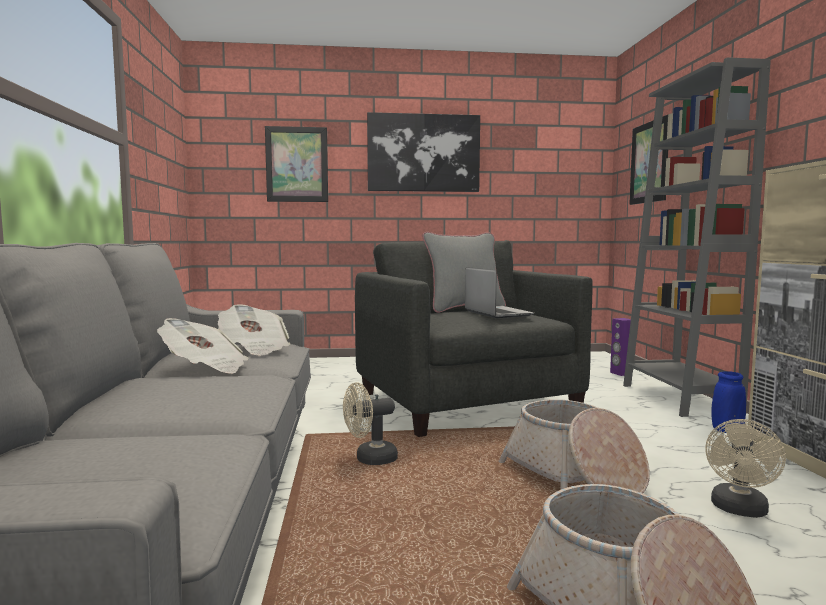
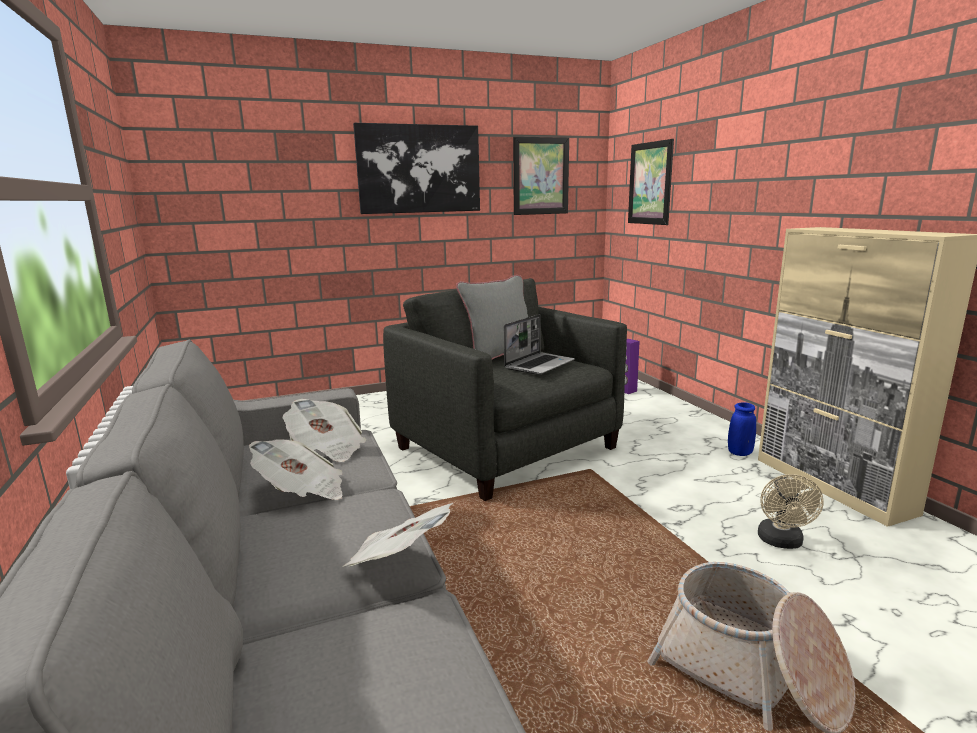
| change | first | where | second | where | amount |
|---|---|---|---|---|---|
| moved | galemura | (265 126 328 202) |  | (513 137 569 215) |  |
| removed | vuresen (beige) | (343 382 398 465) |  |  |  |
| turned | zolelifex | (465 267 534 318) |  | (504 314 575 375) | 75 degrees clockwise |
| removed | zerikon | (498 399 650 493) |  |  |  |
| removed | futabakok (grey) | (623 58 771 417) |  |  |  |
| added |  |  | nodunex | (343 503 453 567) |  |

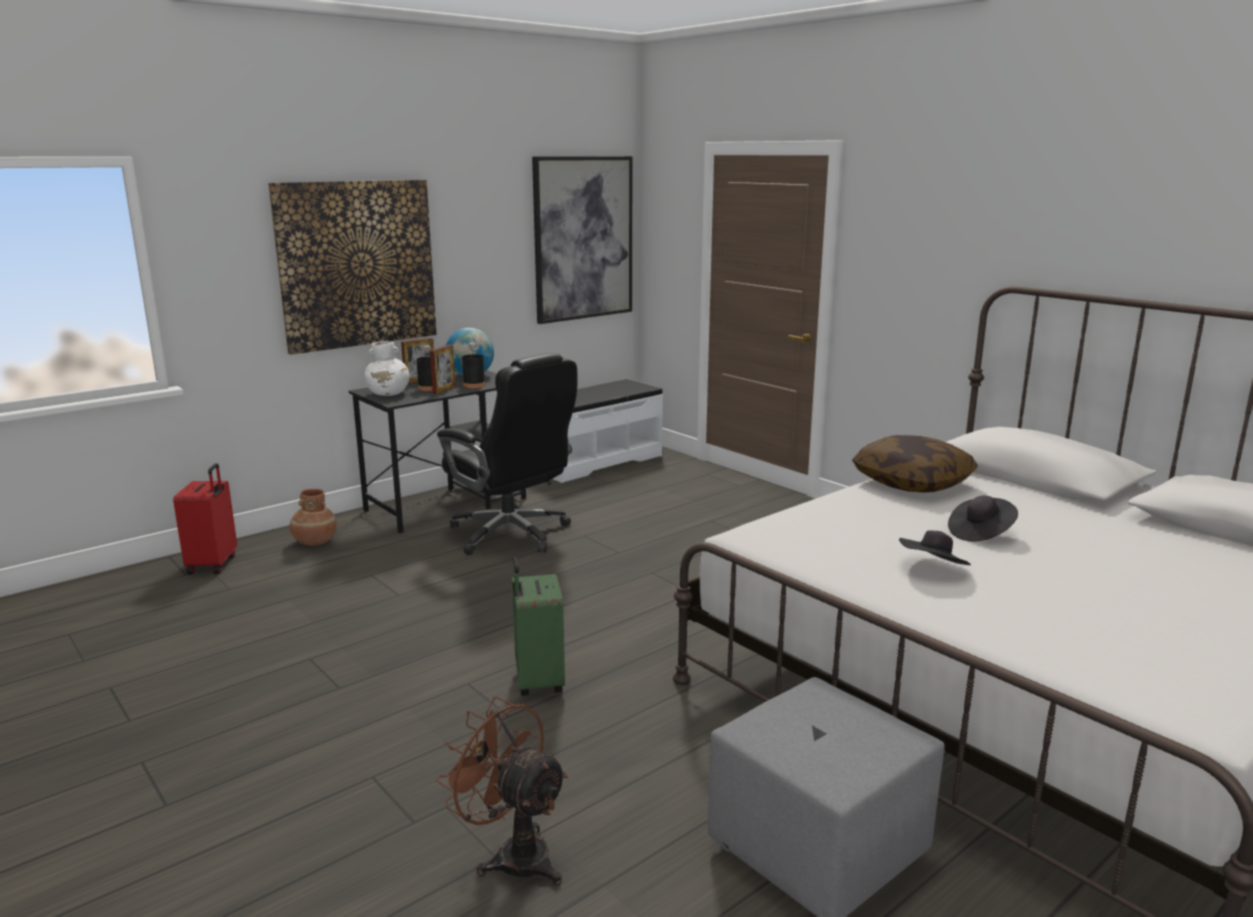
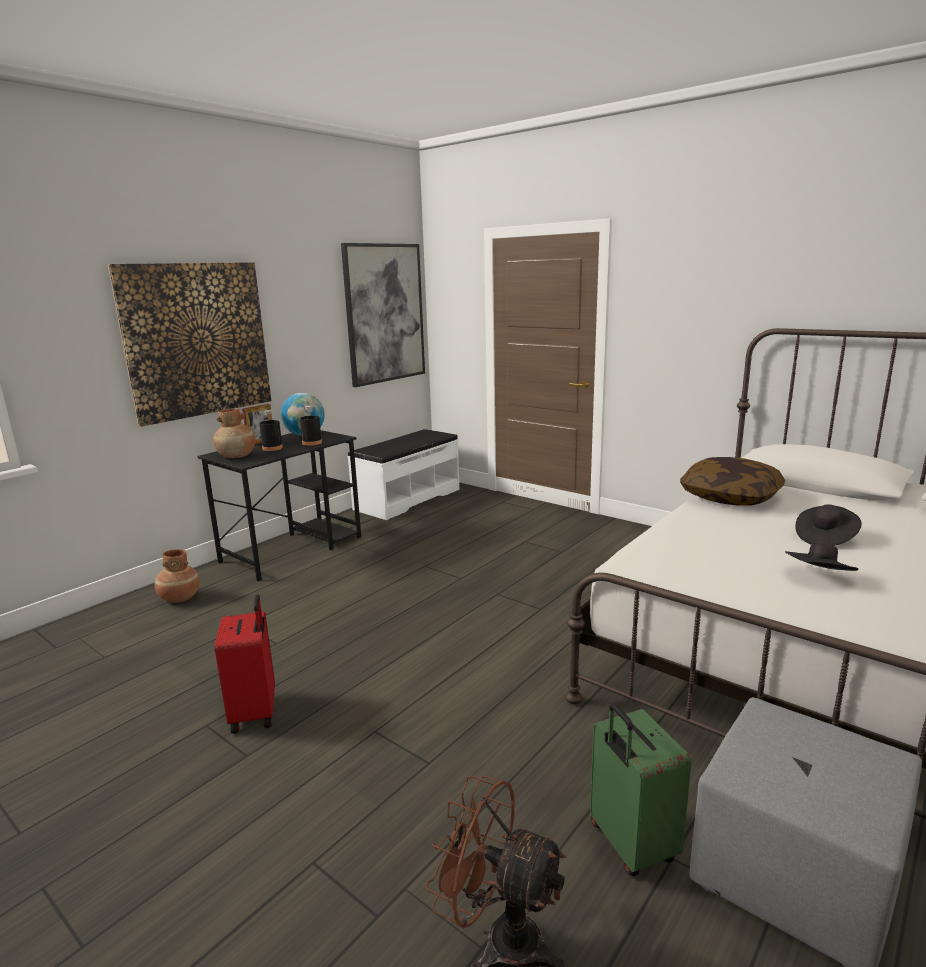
| change | first | where | second | where | amount |
|---|---|---|---|---|---|
| moved | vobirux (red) | (173 463 237 575) |  | (215 594 275 734) |  |
| recoloured | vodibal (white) | (364 341 410 396) | vodibal (brown) | (213 408 256 458) |  |
| removed | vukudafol | (430 345 456 394) |  |  |  |
| removed | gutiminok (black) | (437 353 578 555) |  |  |  |
| moved | vobirux (green) | (512 557 565 696) |  | (590 703 692 876) |  |

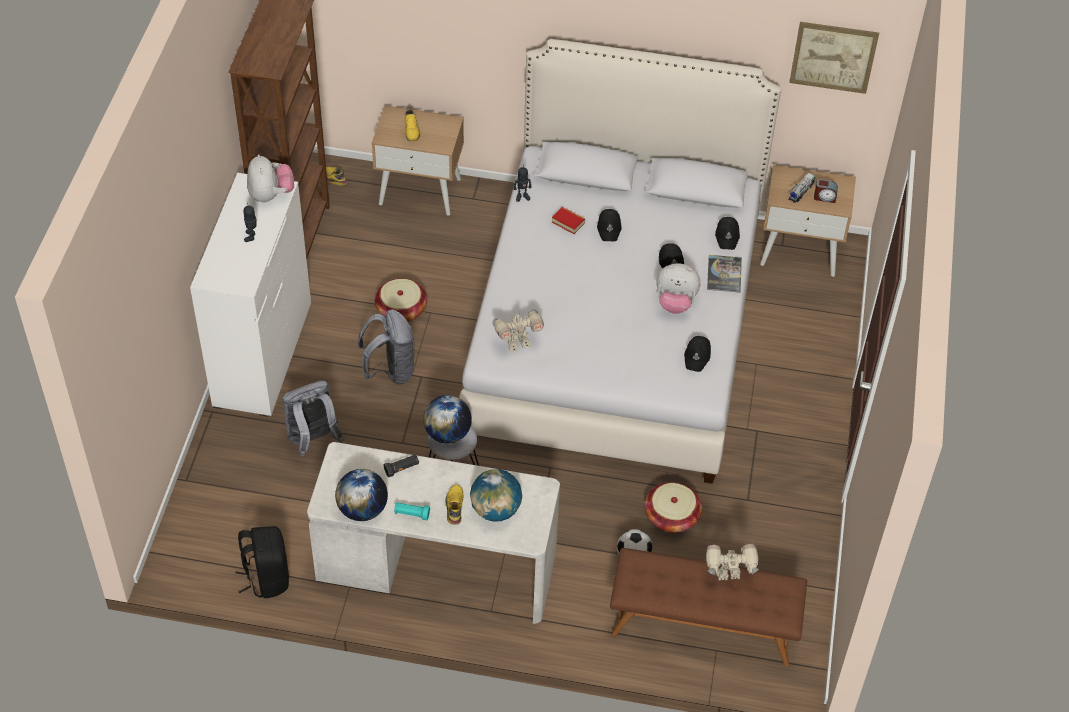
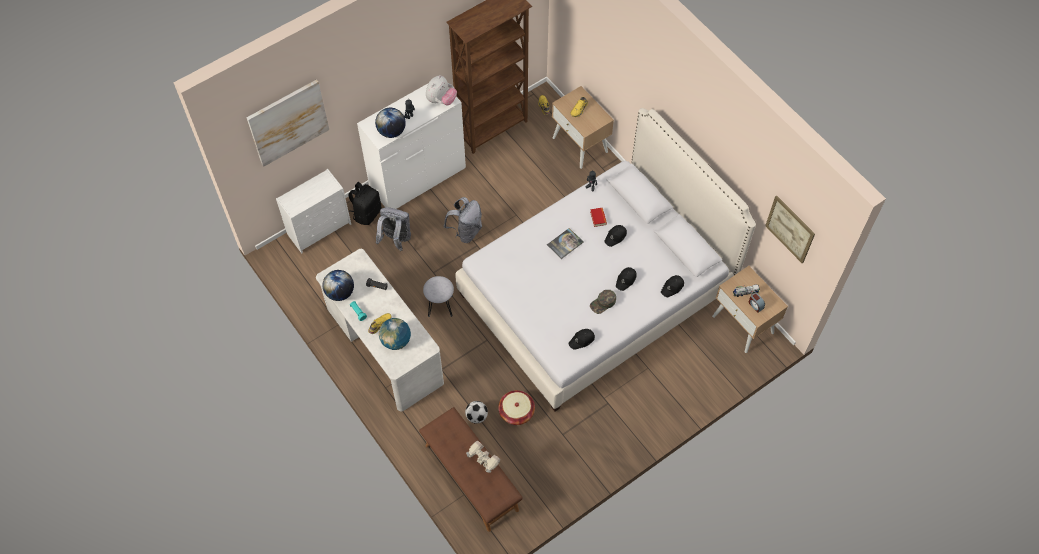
| change | first | where | second | where | amount |
|---|---|---|---|---|---|
| moved | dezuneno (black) | (236 526 289 598) |  | (349 182 381 225) |  |
| removed | zerikon | (375 278 427 322) |  |  |  |
| moved | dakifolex | (423 395 472 444) |  | (375 108 406 138) |  |
| removed | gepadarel | (492 309 544 352) |  |  |  |
| replaced | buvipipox | (656 263 700 314) | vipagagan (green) | (590 290 616 314) |  |
| moved | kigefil | (707 255 742 293) |  | (547 228 584 259) |  |
| added |  |  | galemura | (247 79 329 167) |  |
| added |  |  | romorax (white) | (276 169 351 254) |  |

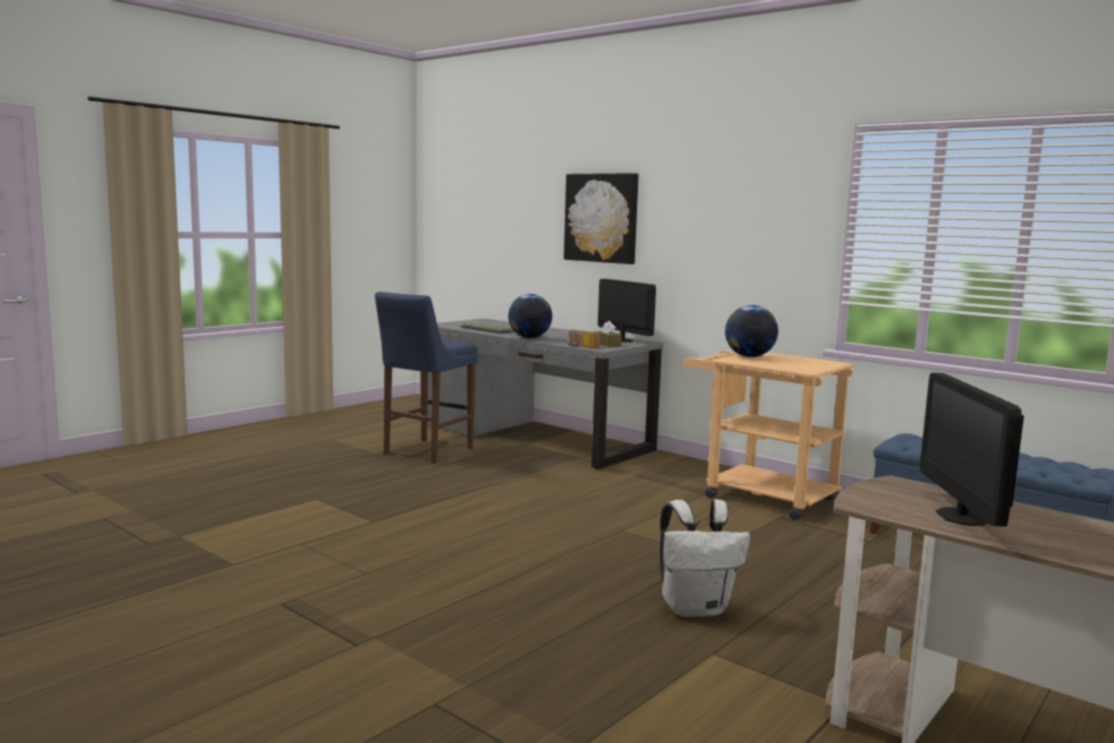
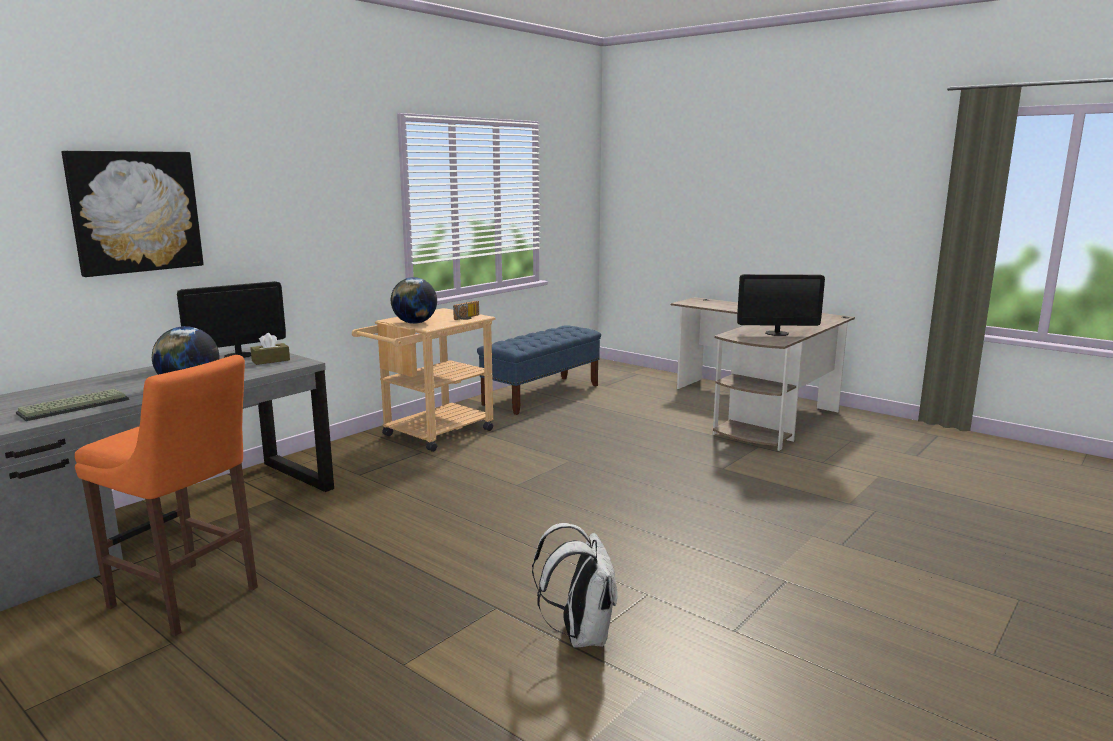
| change | first | where | second | where | amount |
|---|---|---|---|---|---|
| recoloured | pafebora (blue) | (375 292 478 464) | pafebora (orange) | (75 355 258 636) |  |
| moved | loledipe | (566 330 600 349) |  | (453 301 479 320) |  |
| moved | dezuneno (white) | (660 499 750 617) |  | (532 523 617 647) |  |

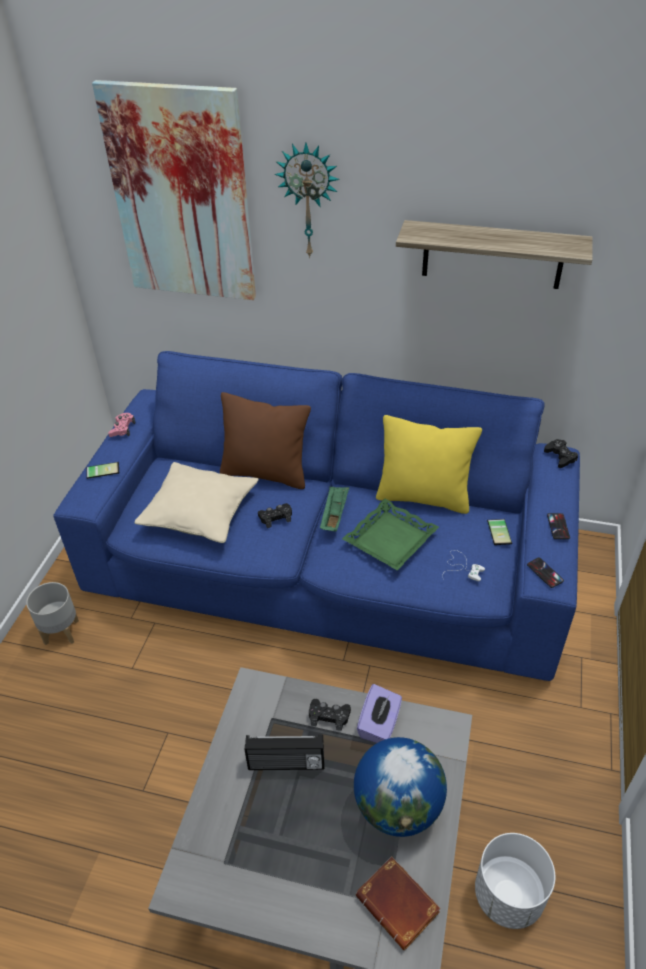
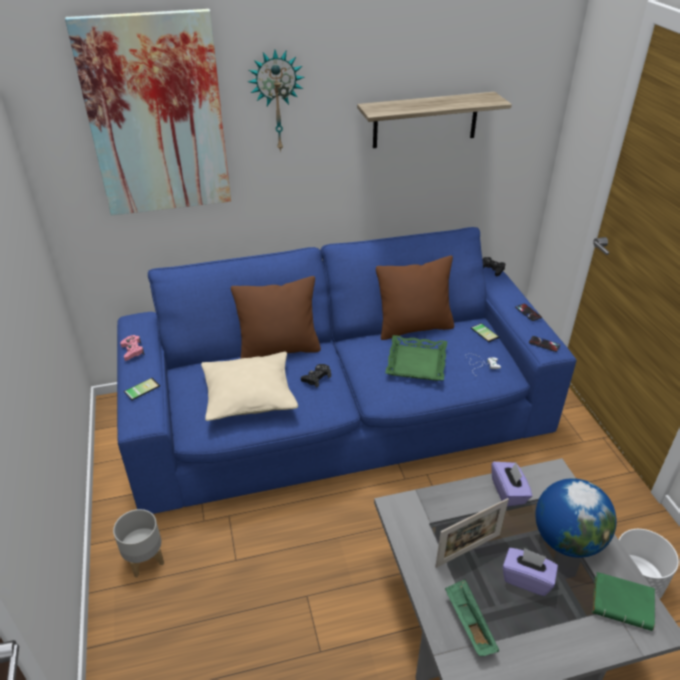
| change | first | where | second | where | amount |
|---|---|---|---|---|---|
| replaced | loledipe | (245 734 324 770) | vukudafol | (435 498 509 568) |  |
| removed | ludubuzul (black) | (309 699 351 731) |  |  |  |
| moved | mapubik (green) | (320 486 349 532) |  | (445 579 499 656) |  |
| recoloured | kigefil (brown) | (356 856 441 950) | kigefil (green) | (592 572 655 631) |  |
| recoloured | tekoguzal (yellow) | (376 415 482 514) | tekoguzal (brown) | (376 256 454 340) |  |
| added |  |  | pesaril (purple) | (502 548 558 596) |  |

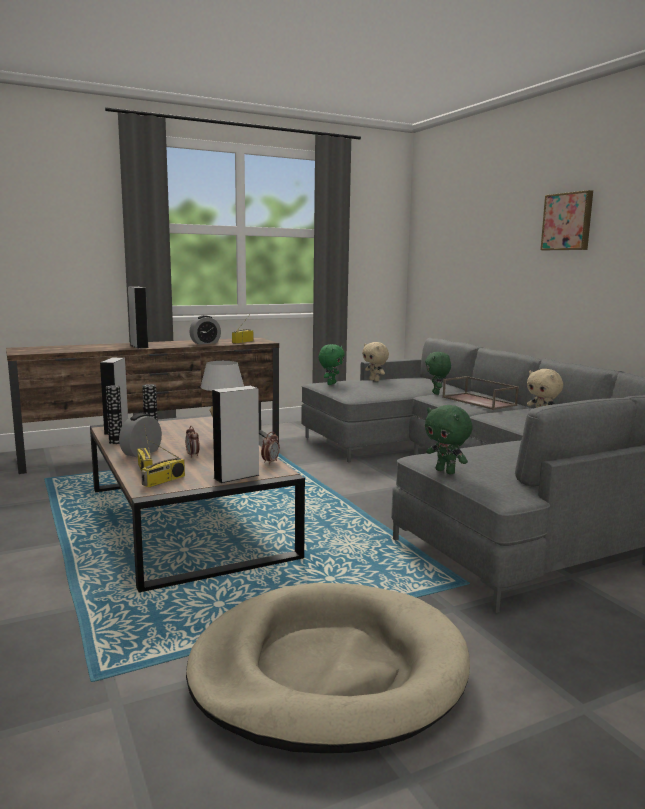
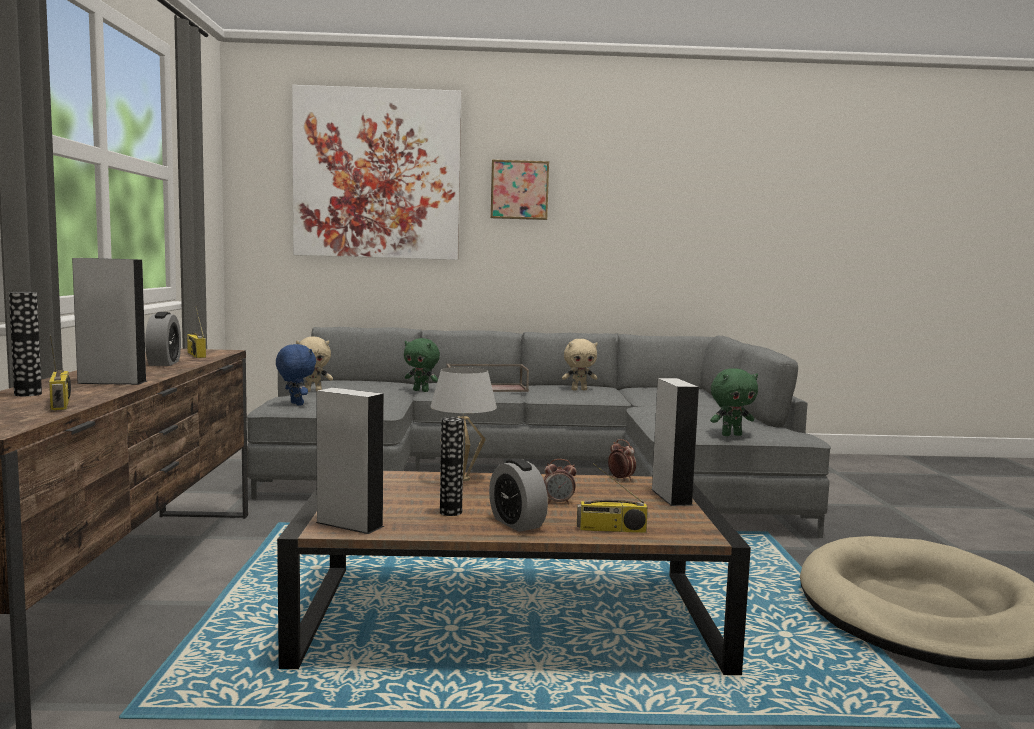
| change | first | where | second | where | amount |
|---|---|---|---|---|---|
| moved | vodibal | (106 385 122 444) |  | (9 292 42 396) |  |
| moved | loledipe | (141 439 185 488) |  | (49 335 71 410) |  |
| recoloured | buvipipox (green) | (318 344 345 385) | buvipipox (blue) | (276 344 316 406) |  |
| added |  |  | galemura | (292 85 462 260) |  |

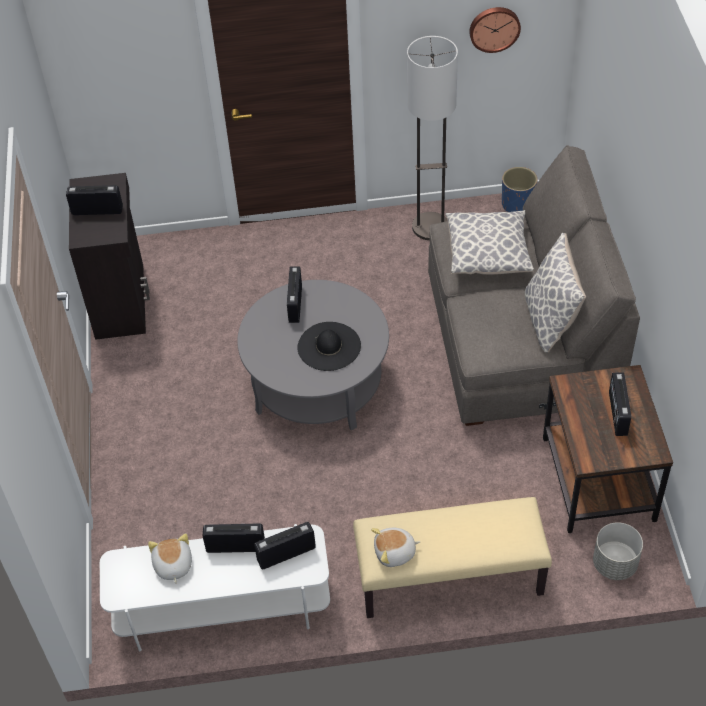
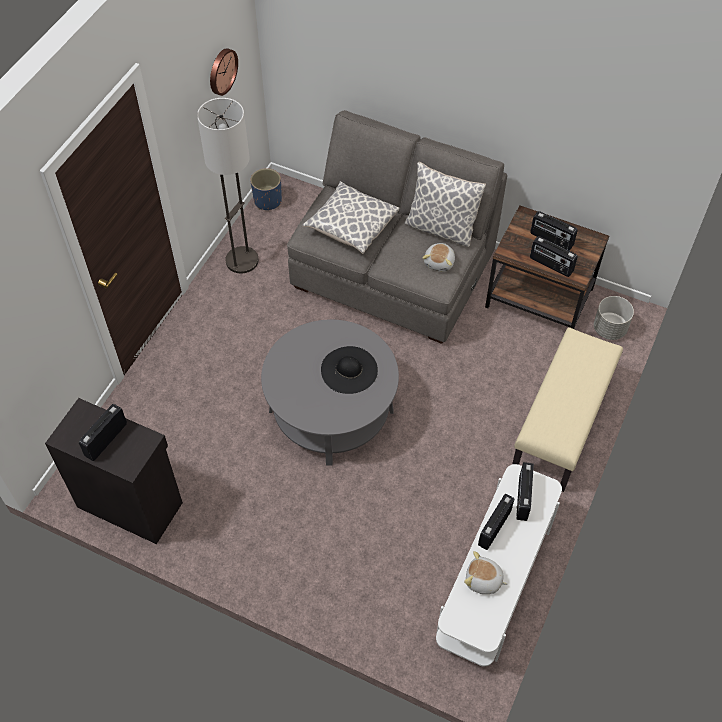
| change | first | where | second | where | amount |
|---|---|---|---|---|---|
| moved | loledipe | (287 267 302 323) |  | (530 236 578 277) |  |
| moved | buvipipox | (371 528 420 567) |  | (422 243 455 272) |  |

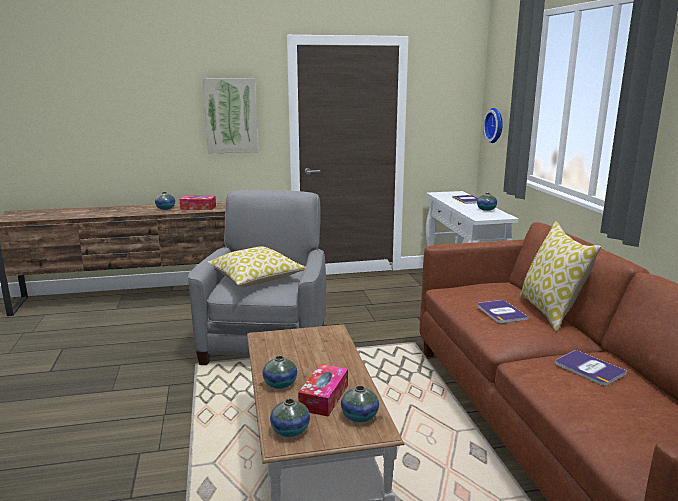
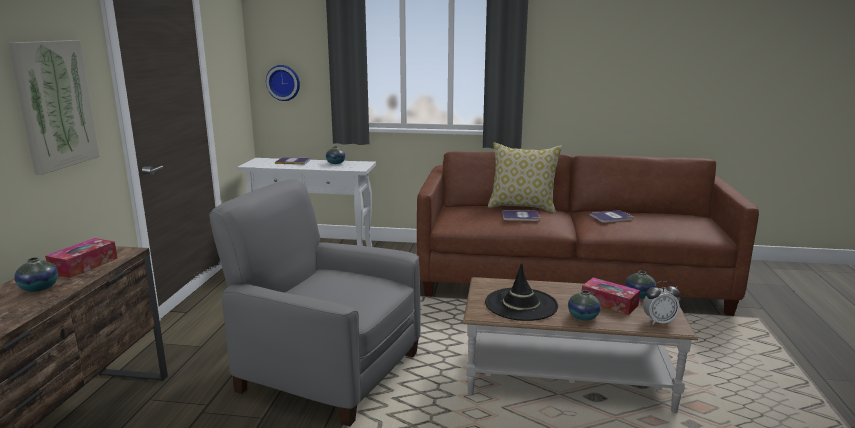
| change | first | where | second | where | amount |
|---|---|---|---|---|---|
| removed | tekoguzal | (208 246 306 287) |  |  |  |
| replaced | vodibal | (270 399 310 437) | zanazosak | (643 281 680 325) |  |
| added |  |  | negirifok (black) | (485 263 558 321) |  |

